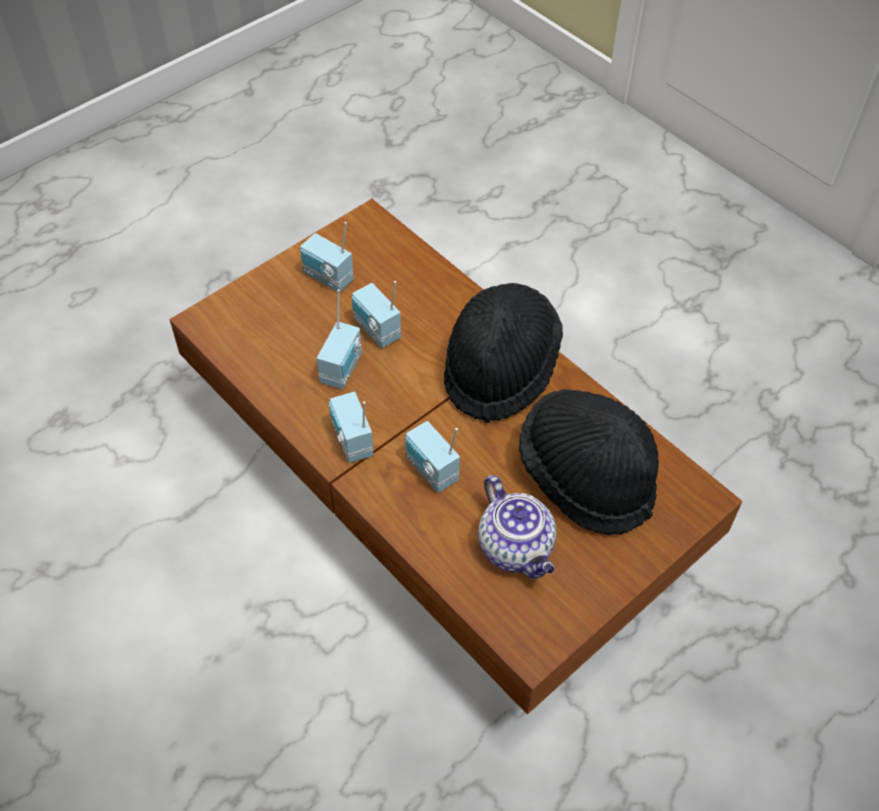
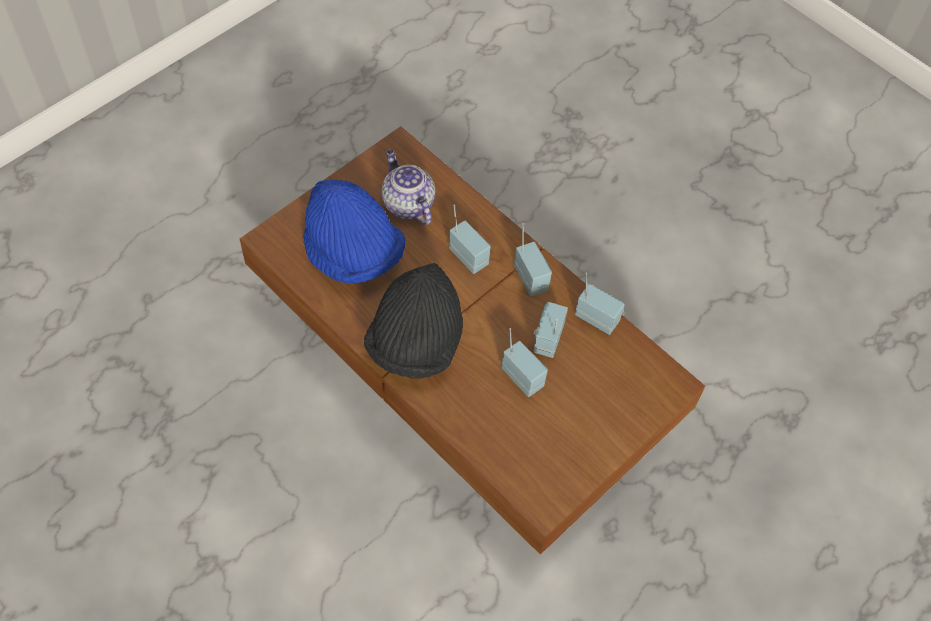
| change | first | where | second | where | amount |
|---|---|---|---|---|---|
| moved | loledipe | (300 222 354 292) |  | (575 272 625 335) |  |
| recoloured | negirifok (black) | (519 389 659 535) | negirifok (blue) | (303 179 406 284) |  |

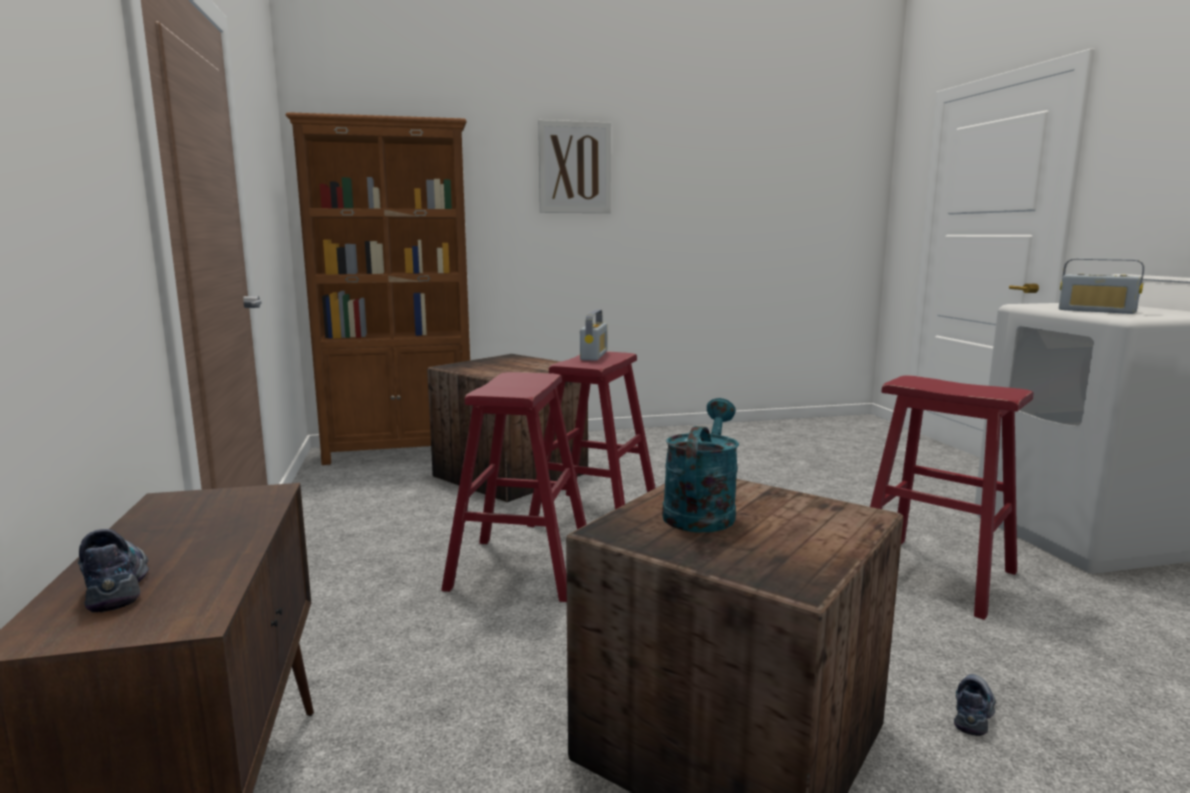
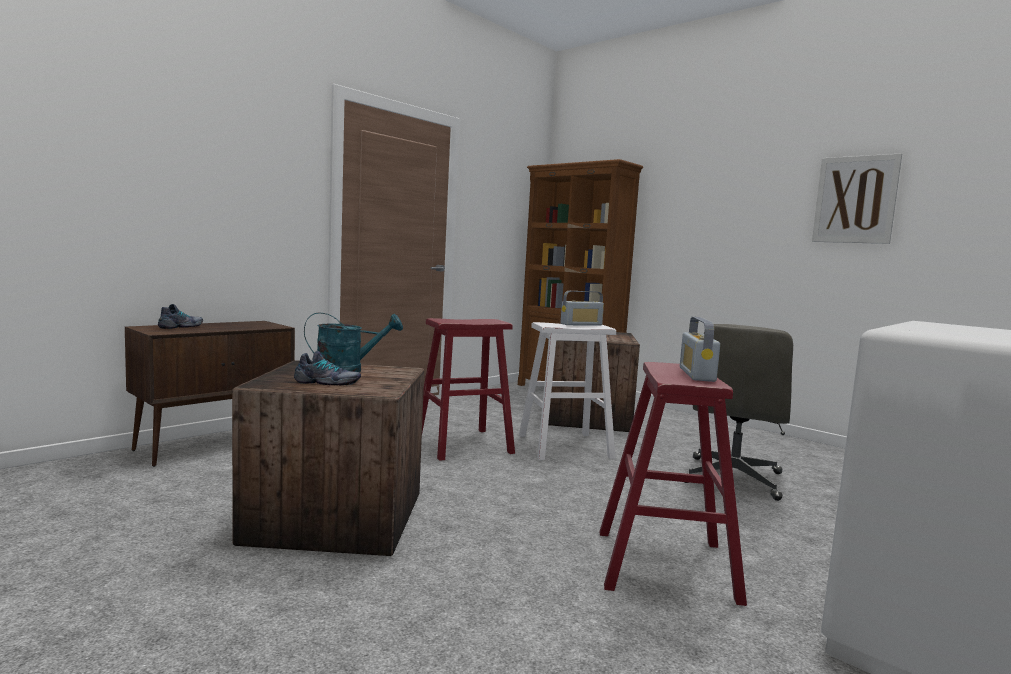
| change | first | where | second | where | amount |
|---|---|---|---|---|---|
| recoloured | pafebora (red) | (527 351 656 527) | pafebora (white) | (519 322 616 460) |  |
| moved | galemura | (538 120 611 213) |  | (812 153 902 244) |  |
| moved | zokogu | (954 674 996 736) |  | (294 351 361 386) |  |
| moved | loledipe | (1059 259 1144 314) |  | (680 317 720 382) |  |
| added |  |  | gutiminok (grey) | (685 324 793 501) |  |

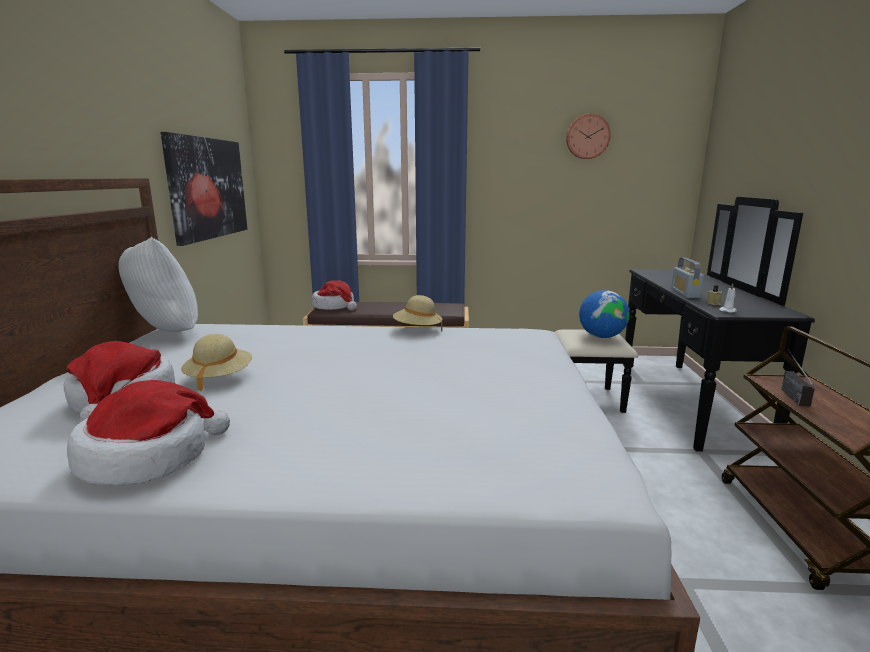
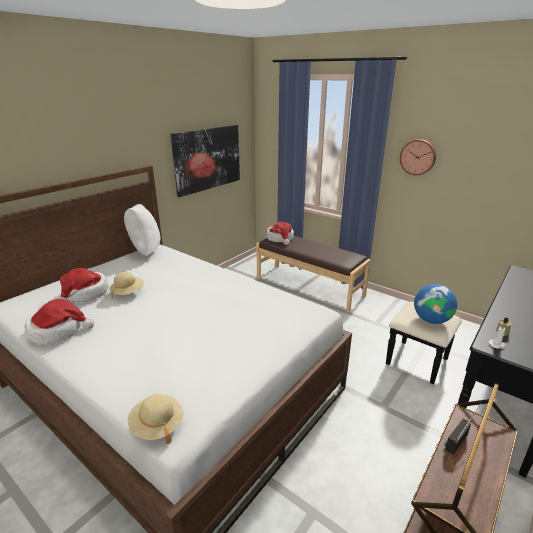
| change | first | where | second | where | amount |
|---|---|---|---|---|---|
| moved | negirifok (beige) | (393 295 443 332) |  | (128 394 184 444) |  |
| moved | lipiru | (566 114 611 159) |  | (400 139 436 175) |  |
| removed | loledipe | (671 258 704 298) |  |  |  |

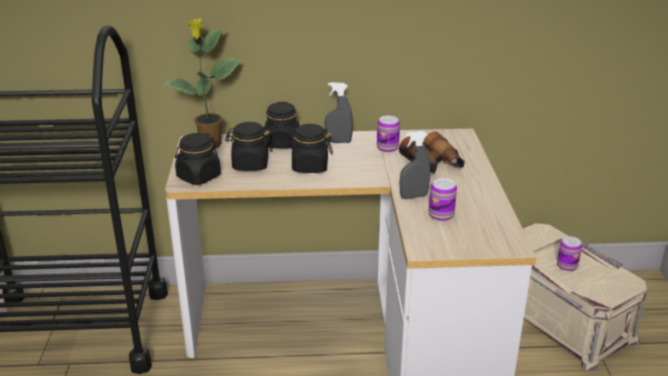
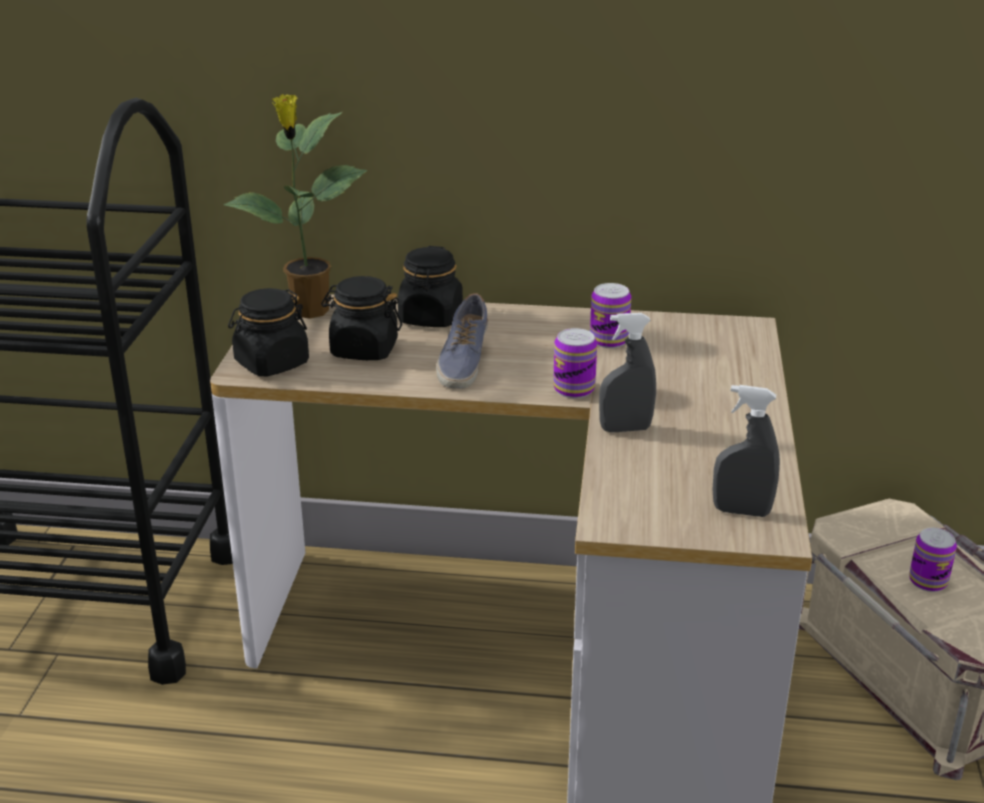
| change | first | where | second | where | amount |
|---|---|---|---|---|---|
| replaced | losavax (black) | (286 124 333 173) | zokogu | (436 294 488 389) |  |
| moved | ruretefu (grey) | (324 82 353 143) |  | (713 385 780 517) |  |
| removed | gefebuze | (399 132 465 174) |  |  |  |
| moved | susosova | (429 178 457 221) |  | (553 328 597 398) |  |

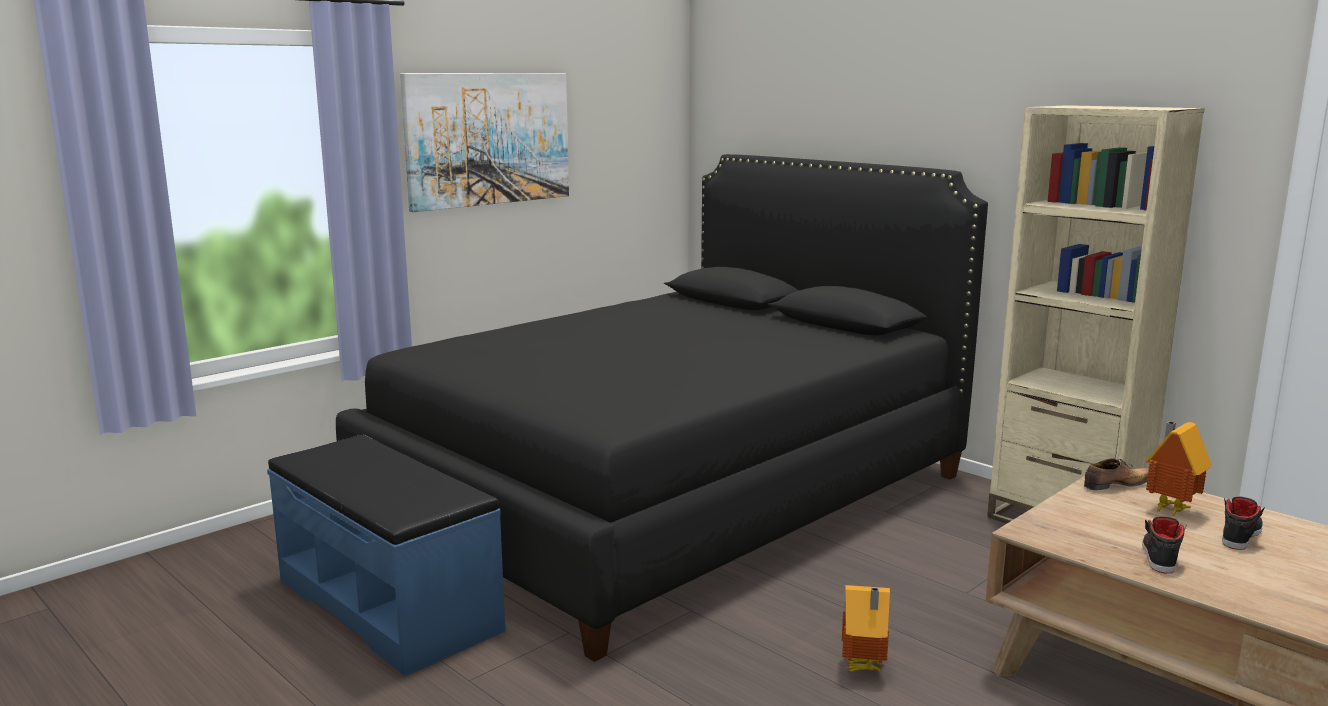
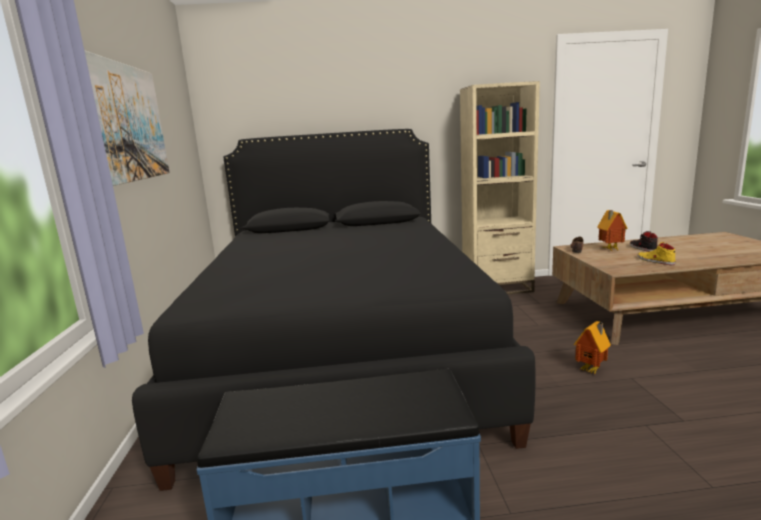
| change | first | where | second | where | amount |
|---|---|---|---|---|---|
| recoloured | zokogu (black) | (1142 516 1187 573) | zokogu (yellow) | (637 242 676 265) |  |

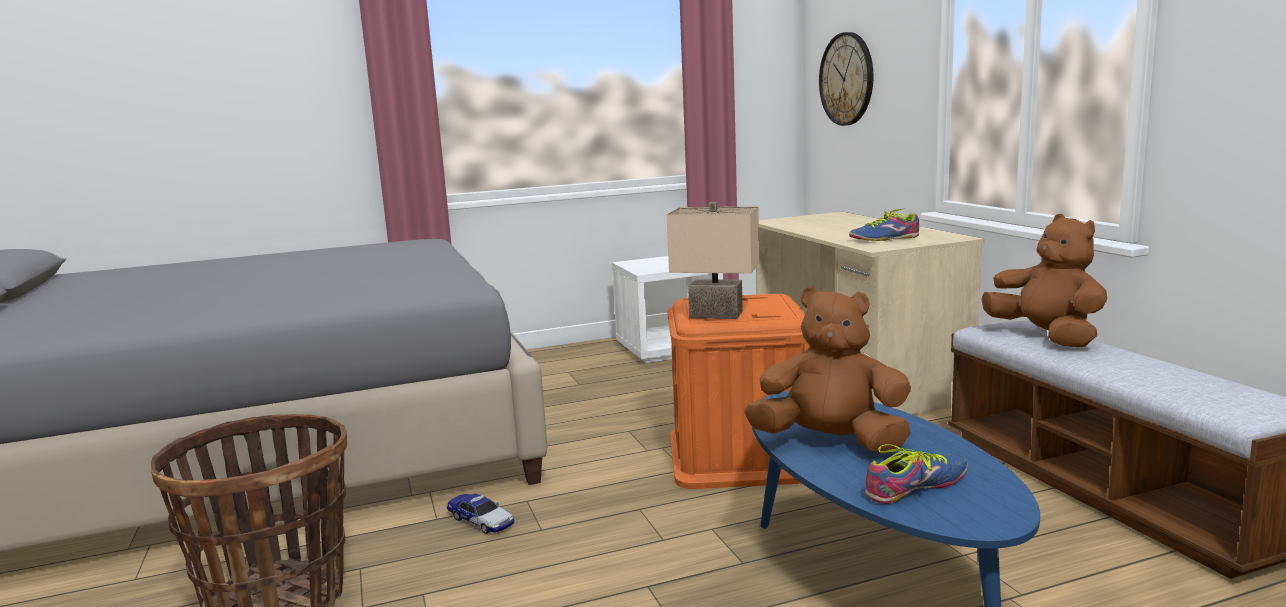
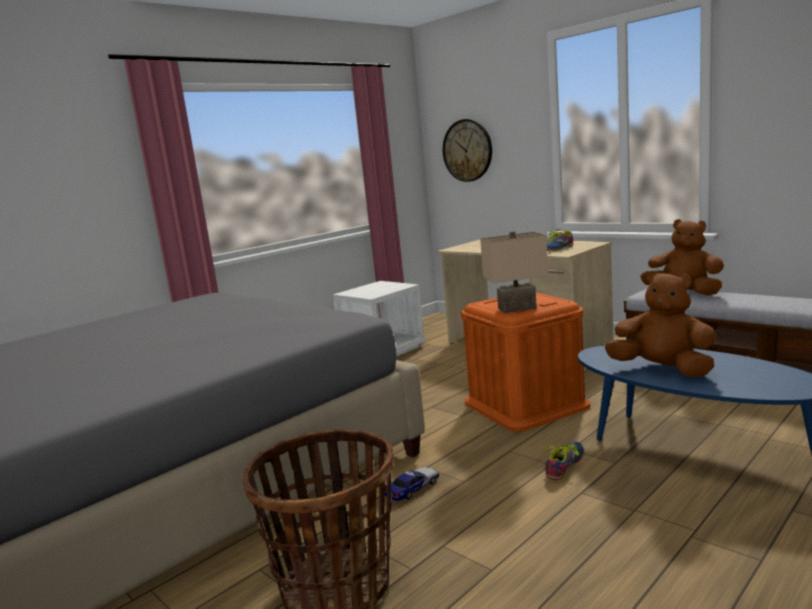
| change | first | where | second | where | amount |
|---|---|---|---|---|---|
| turned | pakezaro | (447 494 515 534) |  | (385 467 439 501) | 60 degrees counterclockwise |
| turned | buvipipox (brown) | (744 287 911 452) |  | (605 270 717 377) | 45 degrees clockwise |
| moved | zokogu | (866 444 968 504) |  | (545 442 584 480) |  |

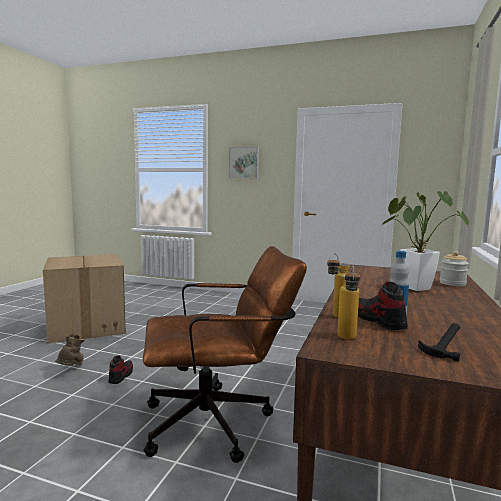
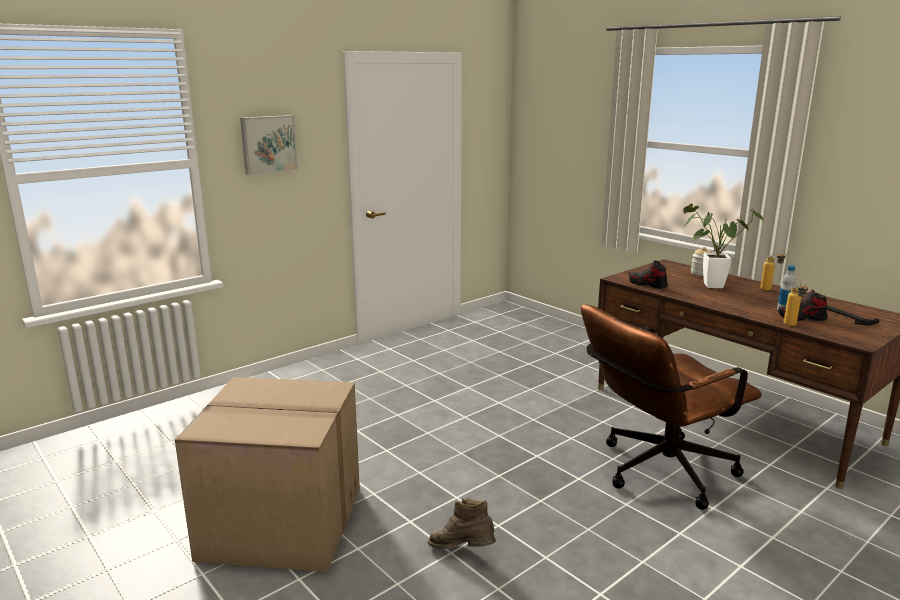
| change | first | where | second | where | amount |
|---|---|---|---|---|---|
| moved | zokogu | (108 355 133 384) |  | (629 261 668 289) |  |
| turned | gutiminok (brown) | (143 246 307 463) |  | (581 304 762 510) | 135 degrees counterclockwise |
| moved | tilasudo | (337 266 360 340) |  | (760 250 786 291) |  |

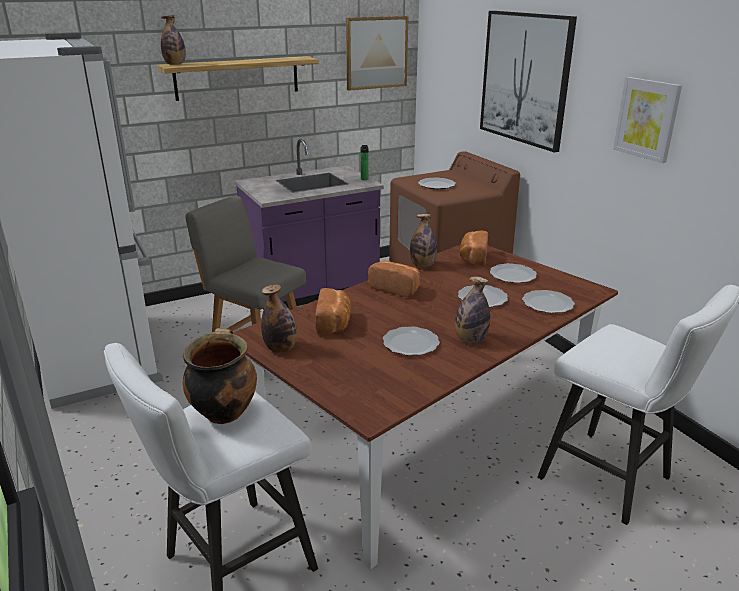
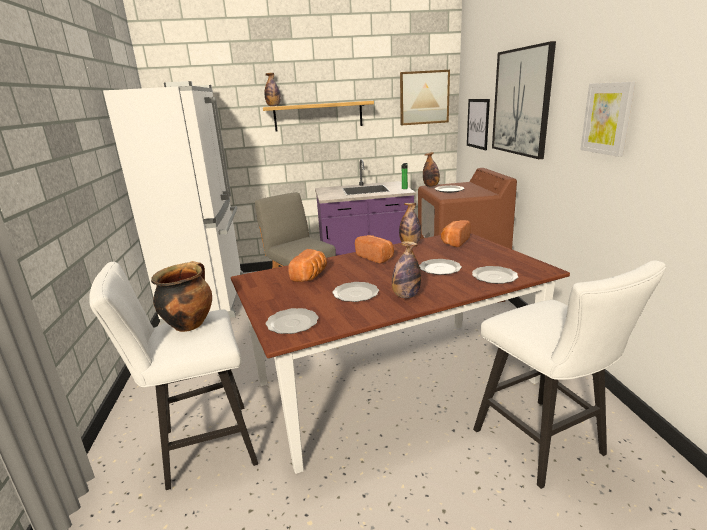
| change | first | where | second | where | amount |
|---|---|---|---|---|---|
| moved | tilasudo | (261 284 297 353) |  | (423 152 440 187) |  |
| moved | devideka | (490 263 537 283) |  | (266 308 319 334) |  |
| added |  |  | galemura | (467 99 490 150) |  |

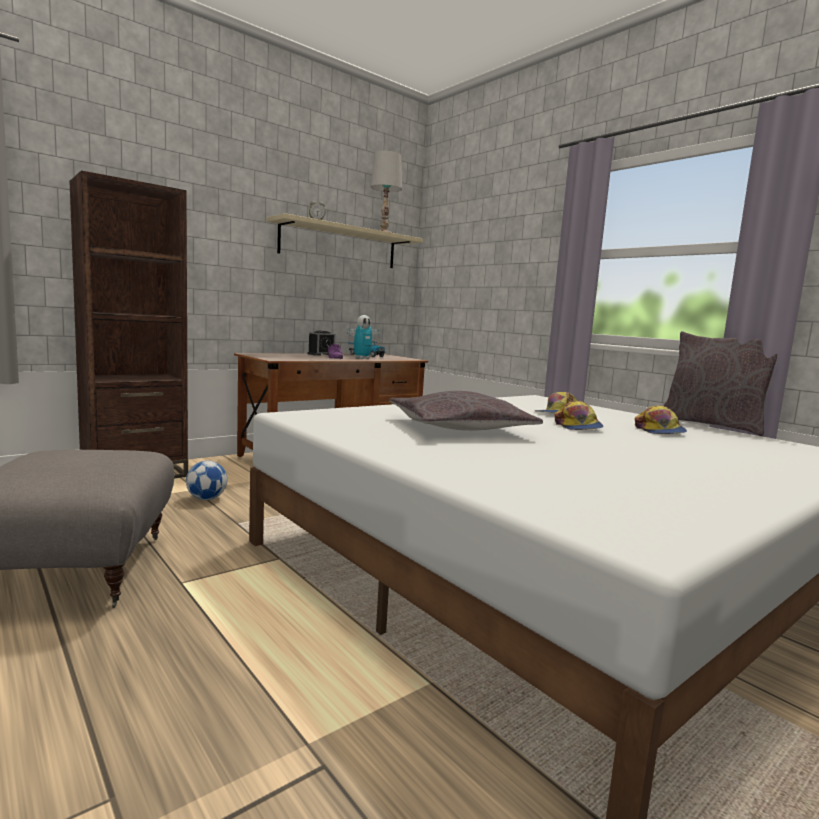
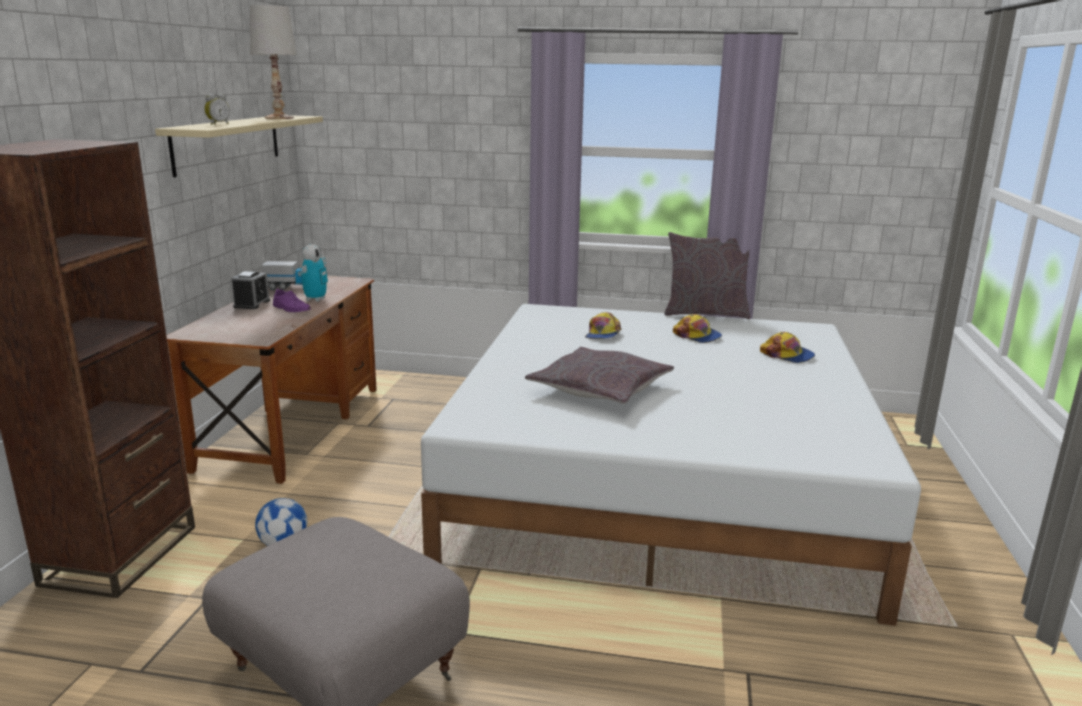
| change | first | where | second | where | amount |
|---|---|---|---|---|---|
| moved | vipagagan | (554 401 604 430) |  | (760 332 815 363) |  |

